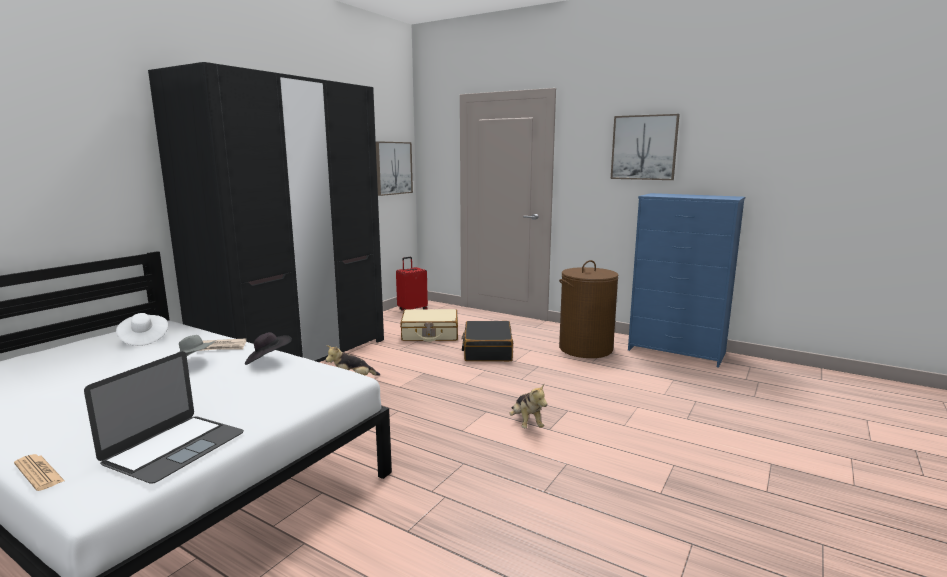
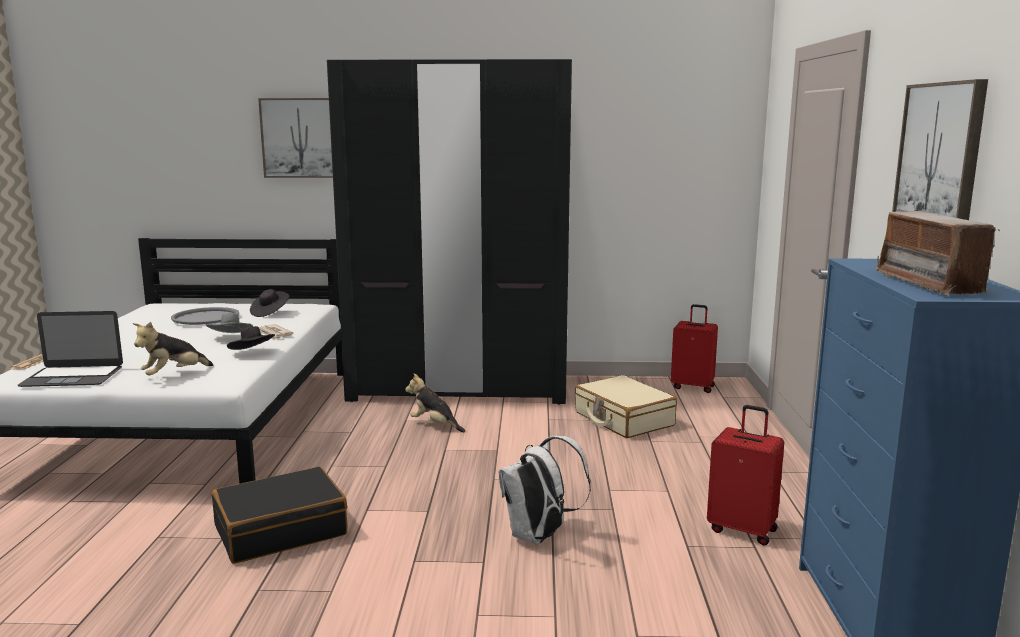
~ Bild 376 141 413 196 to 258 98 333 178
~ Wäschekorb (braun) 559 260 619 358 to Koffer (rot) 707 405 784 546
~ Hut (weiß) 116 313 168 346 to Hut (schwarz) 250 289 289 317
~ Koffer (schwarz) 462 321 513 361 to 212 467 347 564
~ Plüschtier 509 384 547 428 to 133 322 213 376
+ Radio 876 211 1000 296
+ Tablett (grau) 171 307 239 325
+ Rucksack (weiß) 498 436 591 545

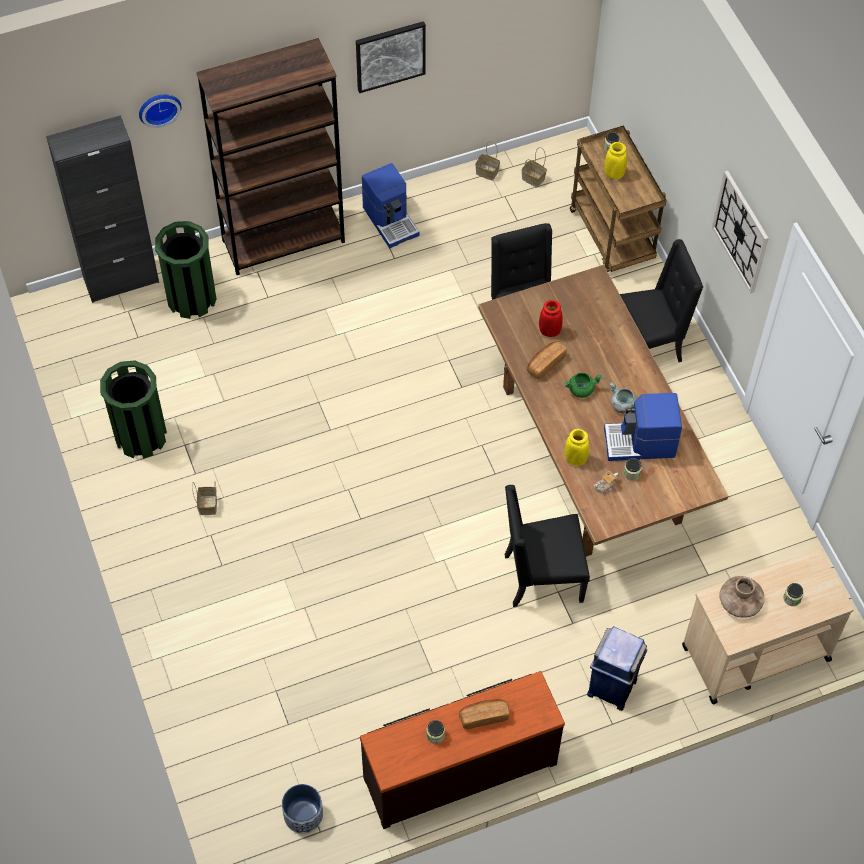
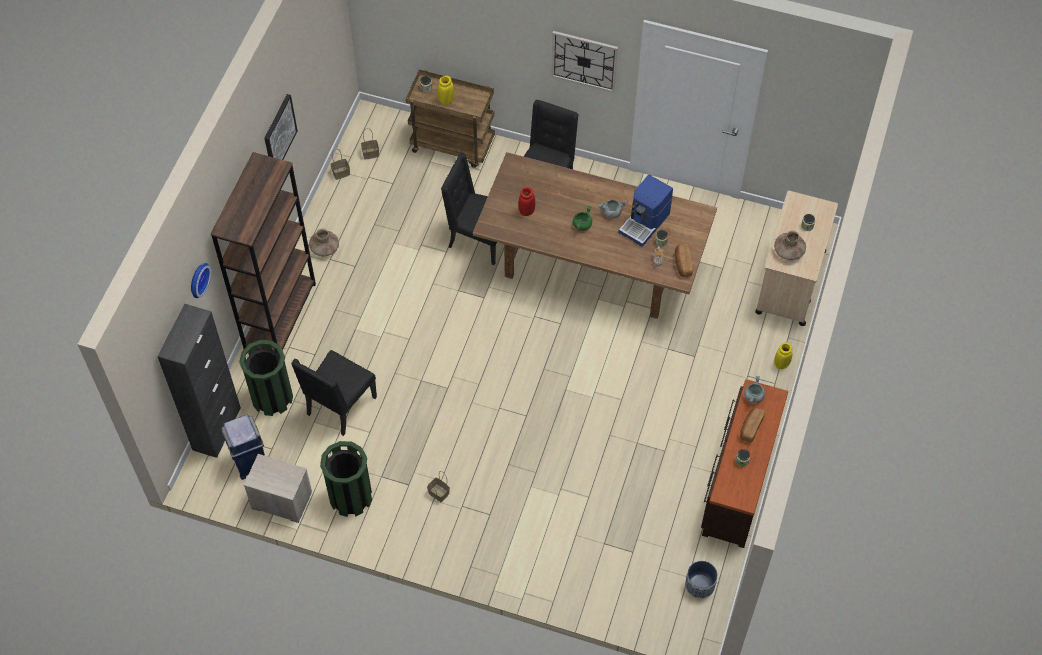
~ Kaffeemaschine 362 163 419 248 to Vase (braun) 309 229 339 256
~ Brot 527 341 567 379 to 675 244 693 277
~ Vase (gelb) 565 429 589 466 to 774 342 793 369
~ Stuhl (schwarz) 505 485 590 607 to 291 350 377 436
~ Mülleimer (blau) 587 626 647 711 to 221 415 265 480
+ Kochtopf (grau) 744 376 765 403
+ Nachttisch 244 454 312 523

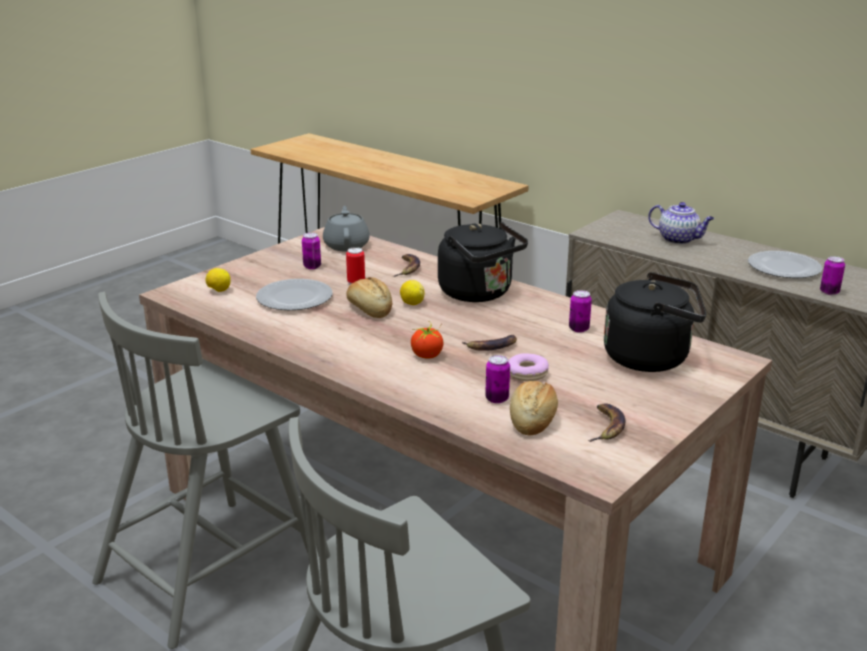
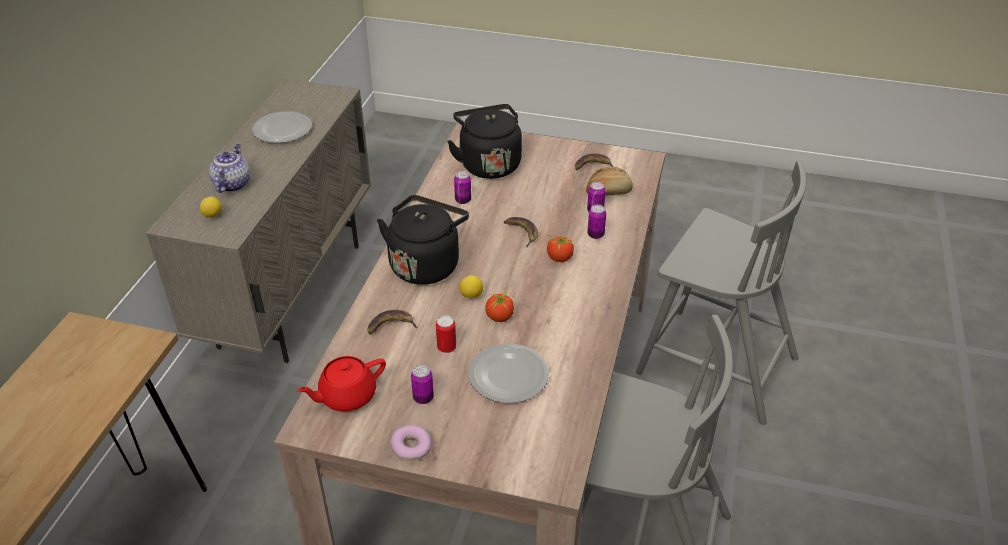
~ Teekanne (grau) 323 206 370 251 to Teekanne (rot) 297 356 386 412
~ Dose 820 256 845 295 to 587 205 606 239
~ Zitrone 205 268 231 292 to 200 197 222 218
~ Brot 346 277 392 318 to Tomate 485 288 514 322
~ Donut 508 353 549 381 to 391 425 431 461

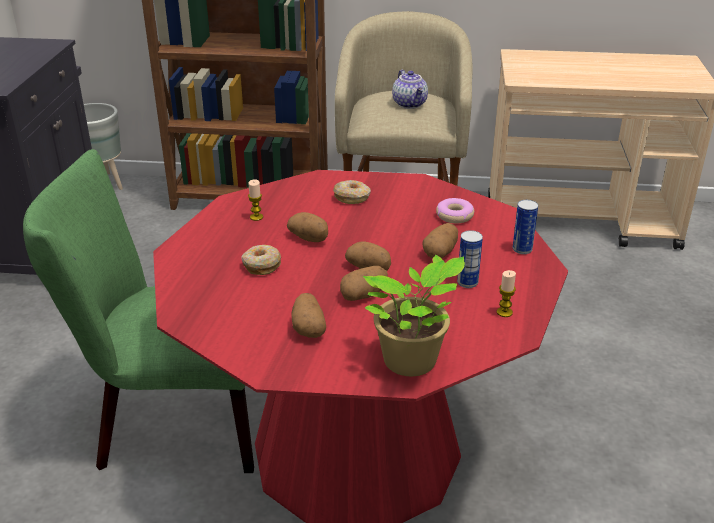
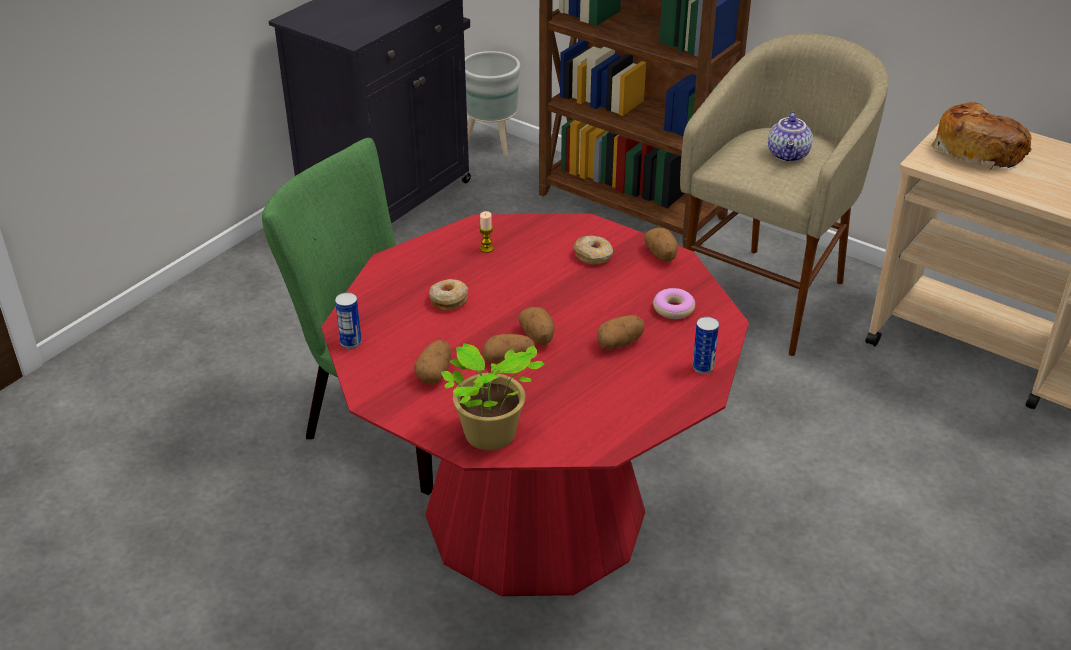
~ Kartoffel 287 212 328 242 to 644 228 678 262
~ Dose 457 230 483 288 to 335 292 362 349
- Kerze 497 270 516 317
+ Brot 931 102 1032 169

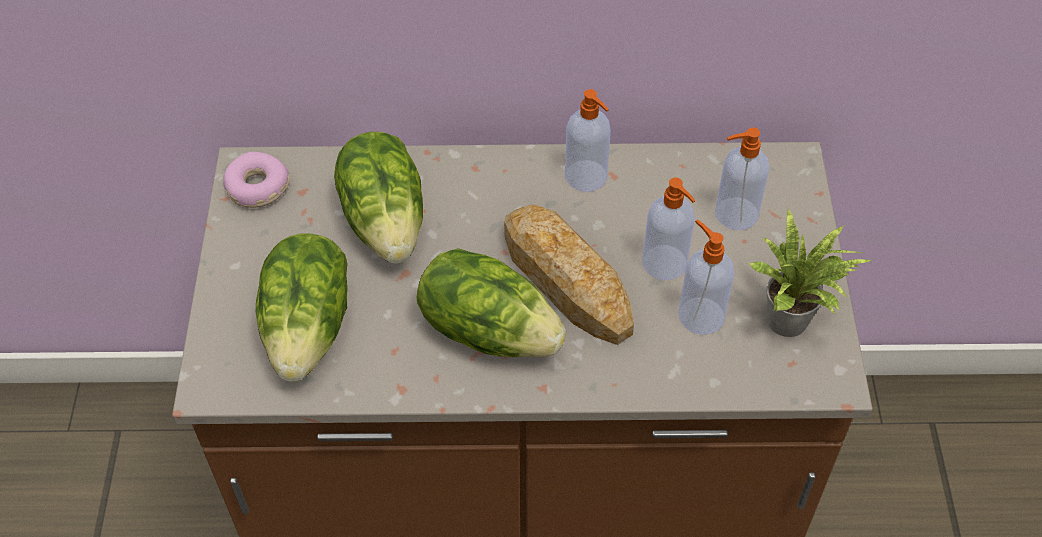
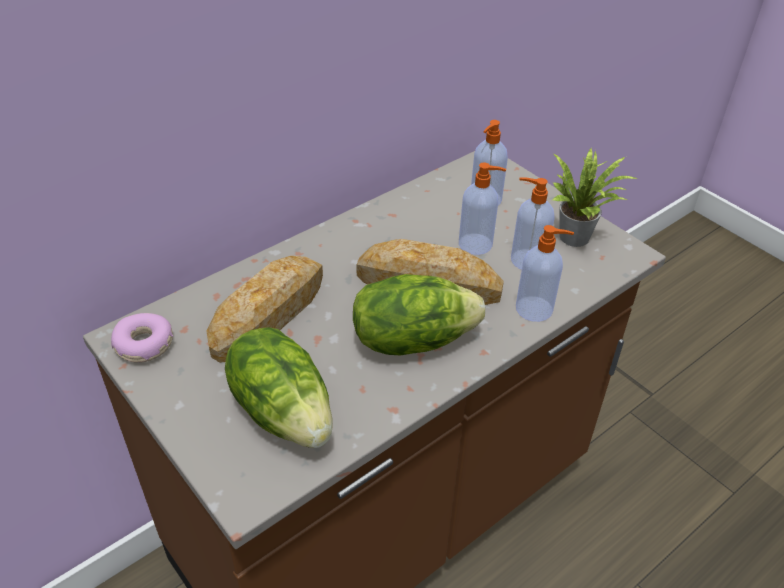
~ Seifenspender 565 89 611 192 to 516 225 574 322
~ Salatkopf 334 132 423 264 to Brot 206 256 323 363

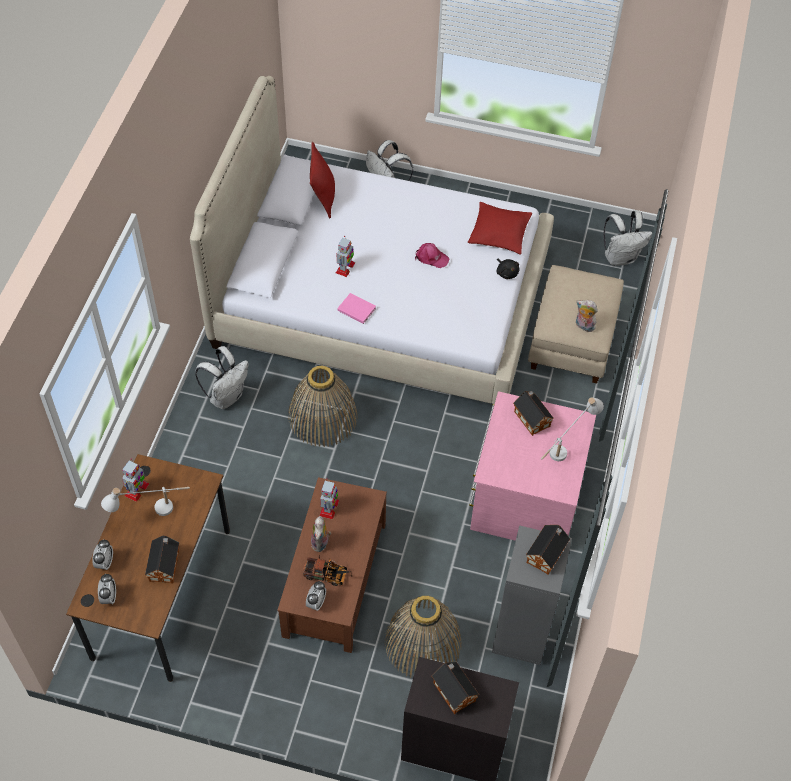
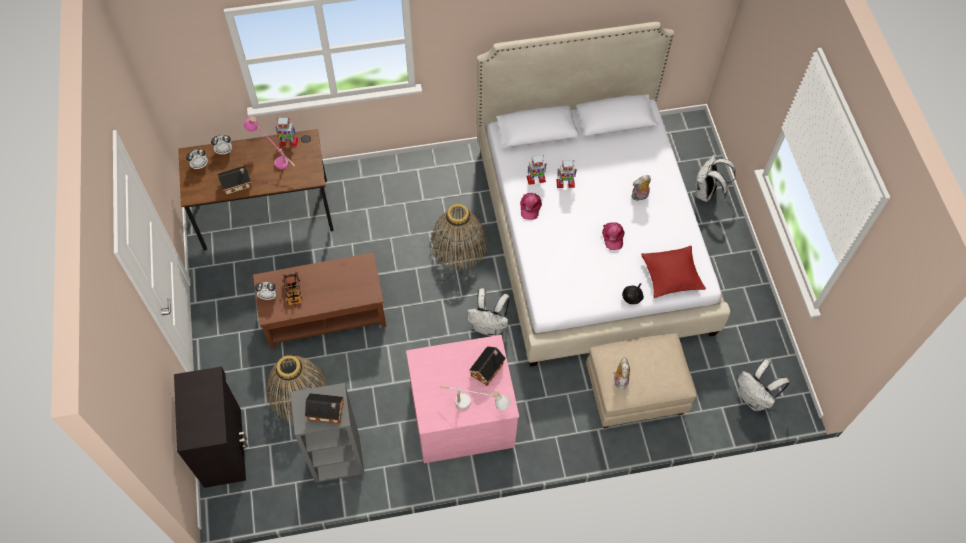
- Kissen (rot) 310 142 335 218
~ Buch (rosa) 337 293 376 324 to Kappe (rosa) 520 193 542 220
~ Rucksack (weiß) 195 346 248 410 to 467 288 510 336
~ Spielzeugroboter 320 478 339 519 to 526 155 547 185
~ Tischlampe (weiß) 101 487 190 516 to Tischlampe (rosa) 244 116 295 169
~ Plüschtier 311 516 331 552 to 632 175 651 201
- Spielzeughaus 432 661 479 714

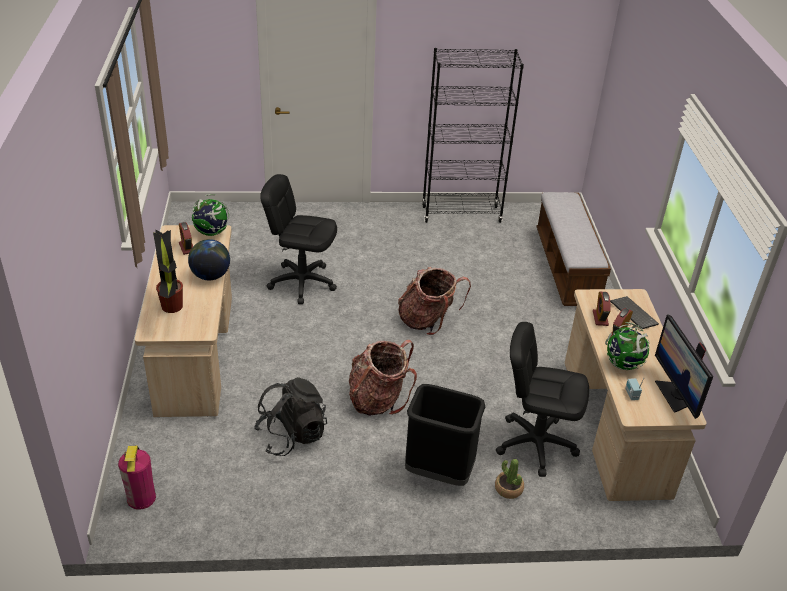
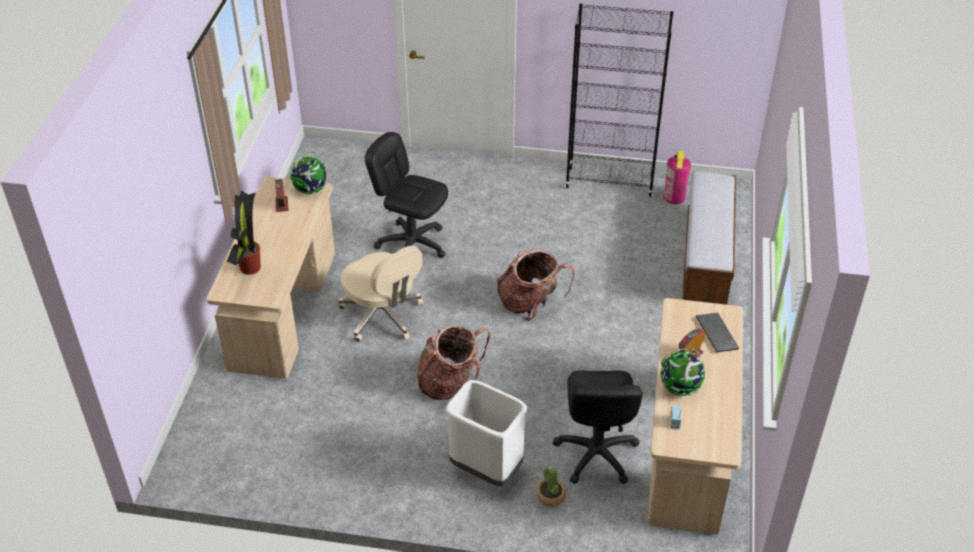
- Globus 188 239 230 280
- Wecker 593 292 611 326
- Monitor 655 314 713 419
~ Bürostuhl (schwarz) 496 322 589 477 = 553 370 643 484 120 degrees counterclockwise
- Rucksack (schwarz) 254 377 327 456
~ Mülleimer (schwarz) 405 384 485 486 to Mülleimer (weiß) 446 380 527 486
~ Feuerlöscher 118 446 156 510 to 664 151 691 204
+ Bürostuhl (beige) 338 246 423 342

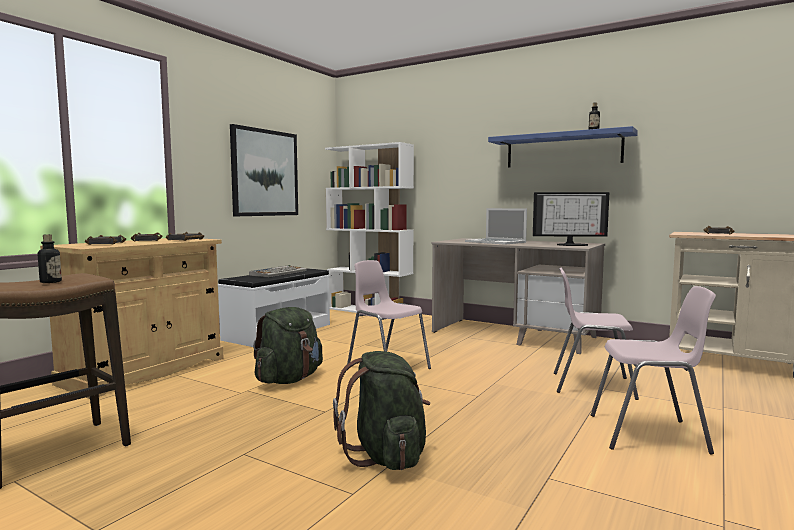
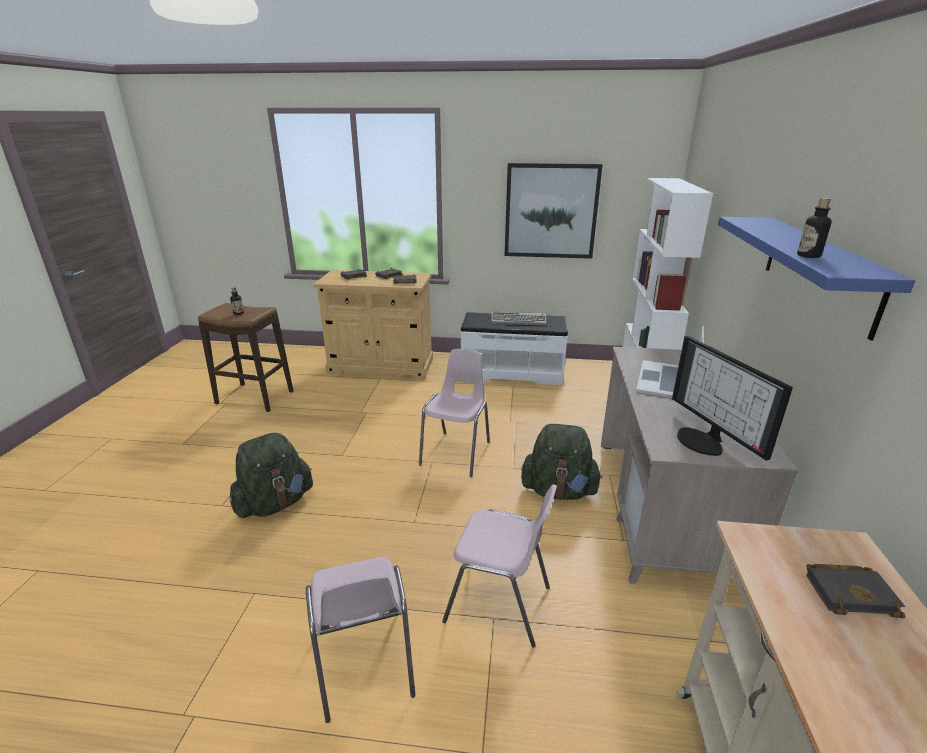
~ Stuhl (rosa) 554 268 639 400 = 442 484 557 648 120 degrees clockwise
~ Rucksack (grün) 253 307 323 384 to 521 424 602 500

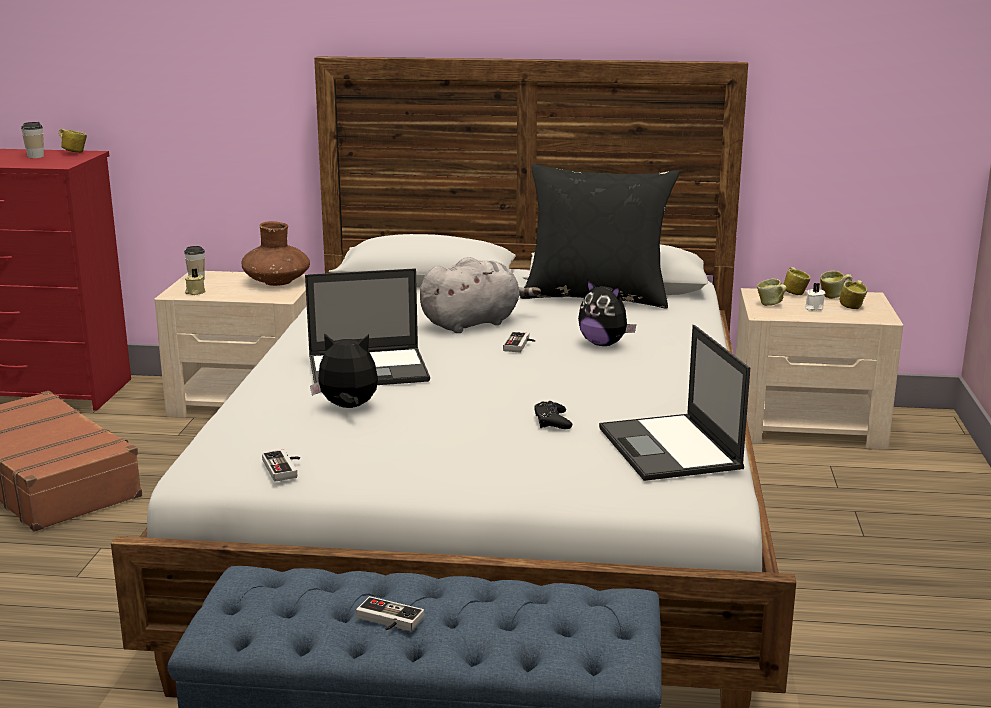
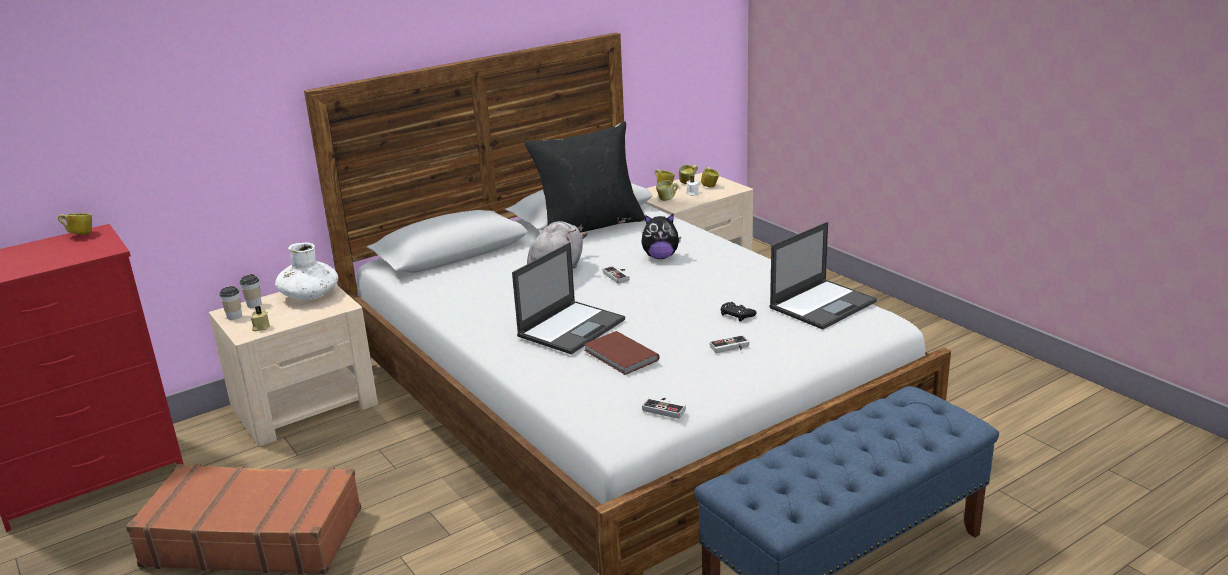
~ Tasse 21 122 44 158 to 240 274 262 308
~ Vase (braun) 242 221 310 286 to Vase (weiß) 275 243 338 300
~ Laptop 599 325 750 481 = 769 222 877 329 75 degrees counterclockwise
~ Plüschtier 310 333 378 408 to Buch (braun) 584 331 660 375
~ Gamepad 356 596 424 631 to 710 335 749 353

